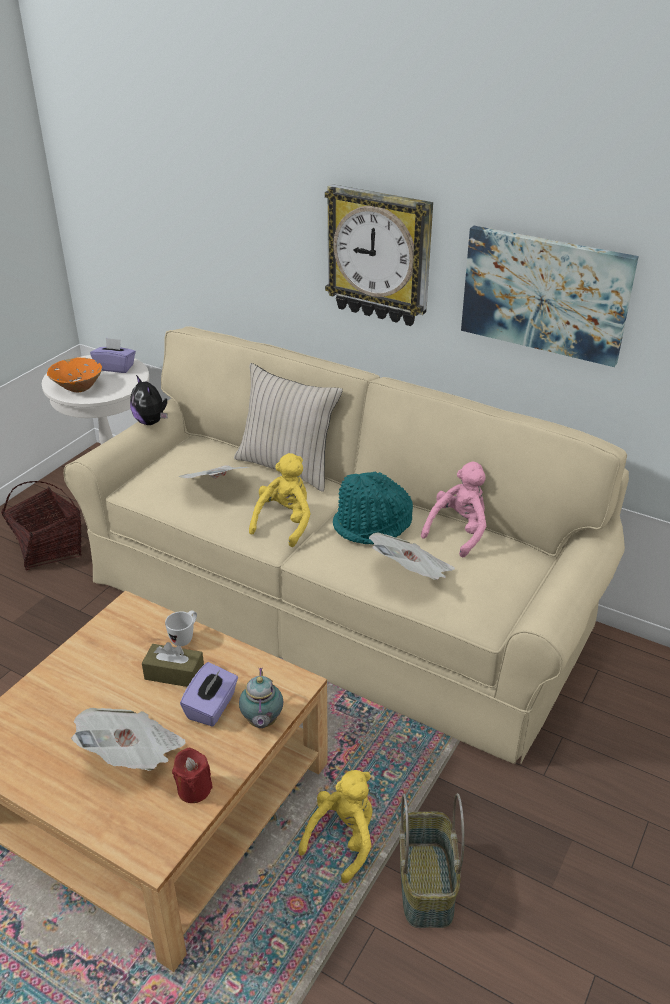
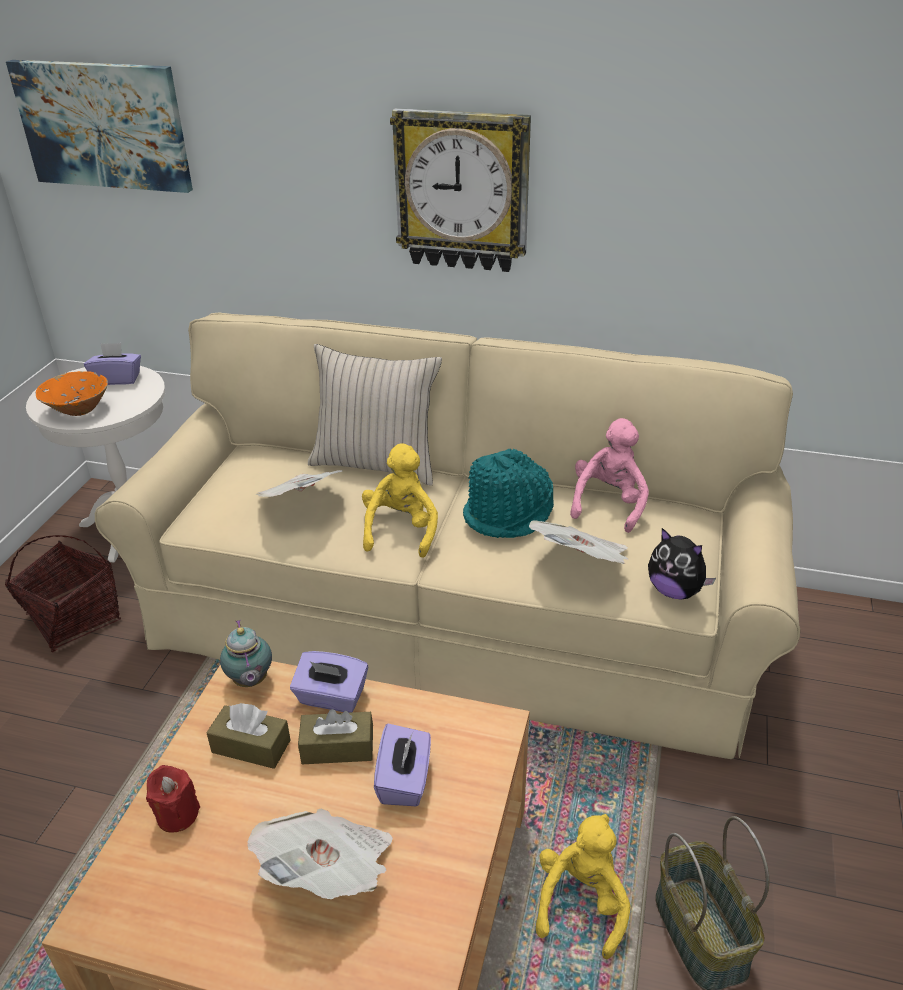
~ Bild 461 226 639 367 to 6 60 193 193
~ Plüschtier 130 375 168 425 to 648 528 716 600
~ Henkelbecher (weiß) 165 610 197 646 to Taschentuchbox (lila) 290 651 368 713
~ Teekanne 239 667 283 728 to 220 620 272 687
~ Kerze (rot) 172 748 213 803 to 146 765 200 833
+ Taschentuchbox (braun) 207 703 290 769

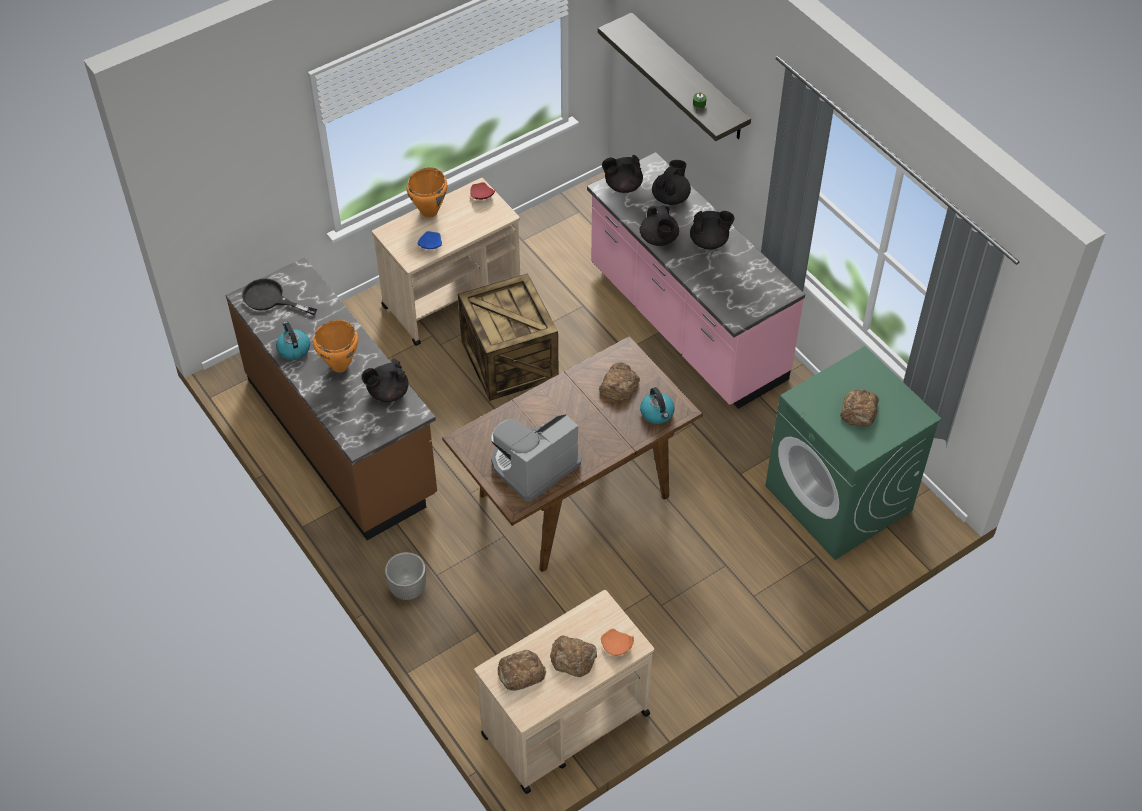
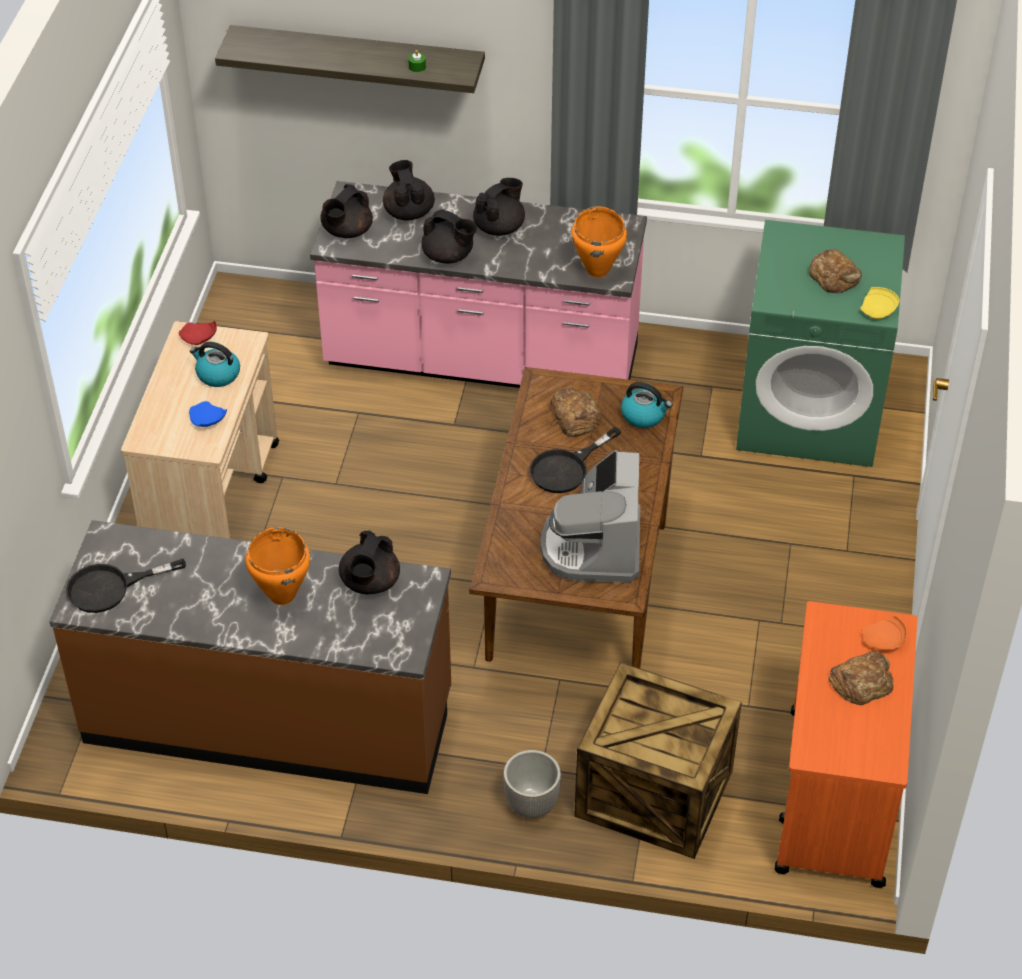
~ Kochtopf (orange) 407 167 447 218 to 571 206 627 278
~ Kiste 458 273 558 401 to 574 662 742 859
~ Wasserkessel 276 321 310 360 to 190 342 240 387
~ Rollwagen (beige) 474 590 654 794 to Rollwagen (orange) 774 601 917 888
- Brot 498 650 546 691
+ Teller (gelb) 861 287 900 319
+ Pfanne (schwarz) 530 427 622 493

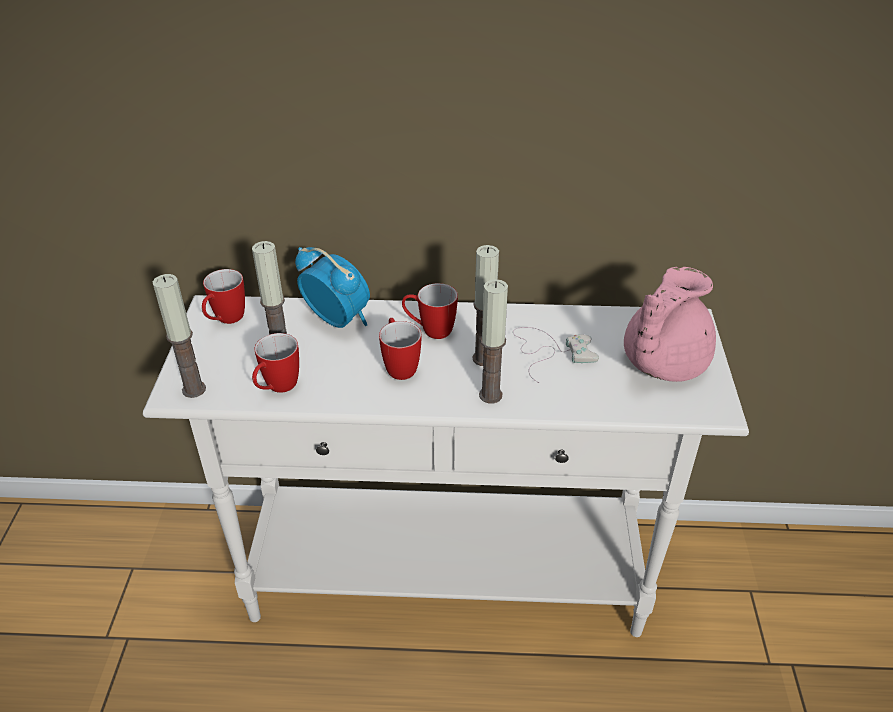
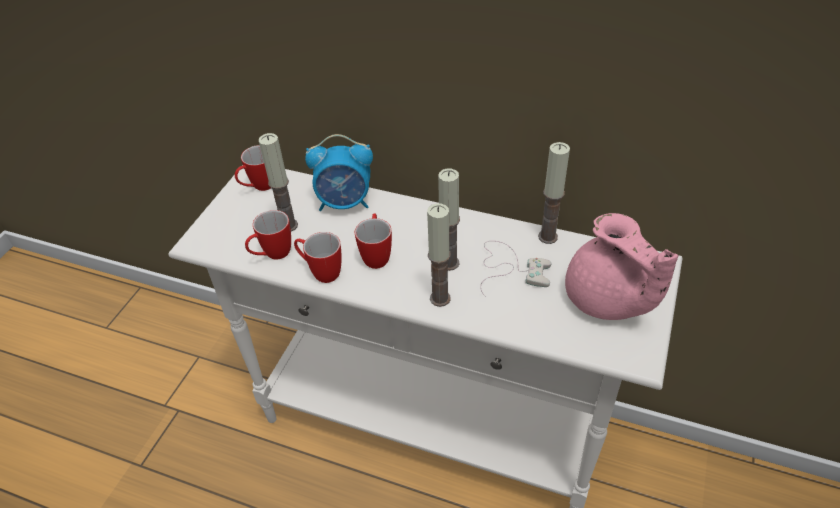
~ Wecker 295 247 370 328 = 305 134 373 211 120 degrees clockwise
~ Teekanne (rosa) 624 267 716 382 = 565 213 678 320 90 degrees counterclockwise
~ Kerze 153 274 206 398 to 538 142 570 244
~ Henkelbecher 402 283 458 339 to 294 232 342 283

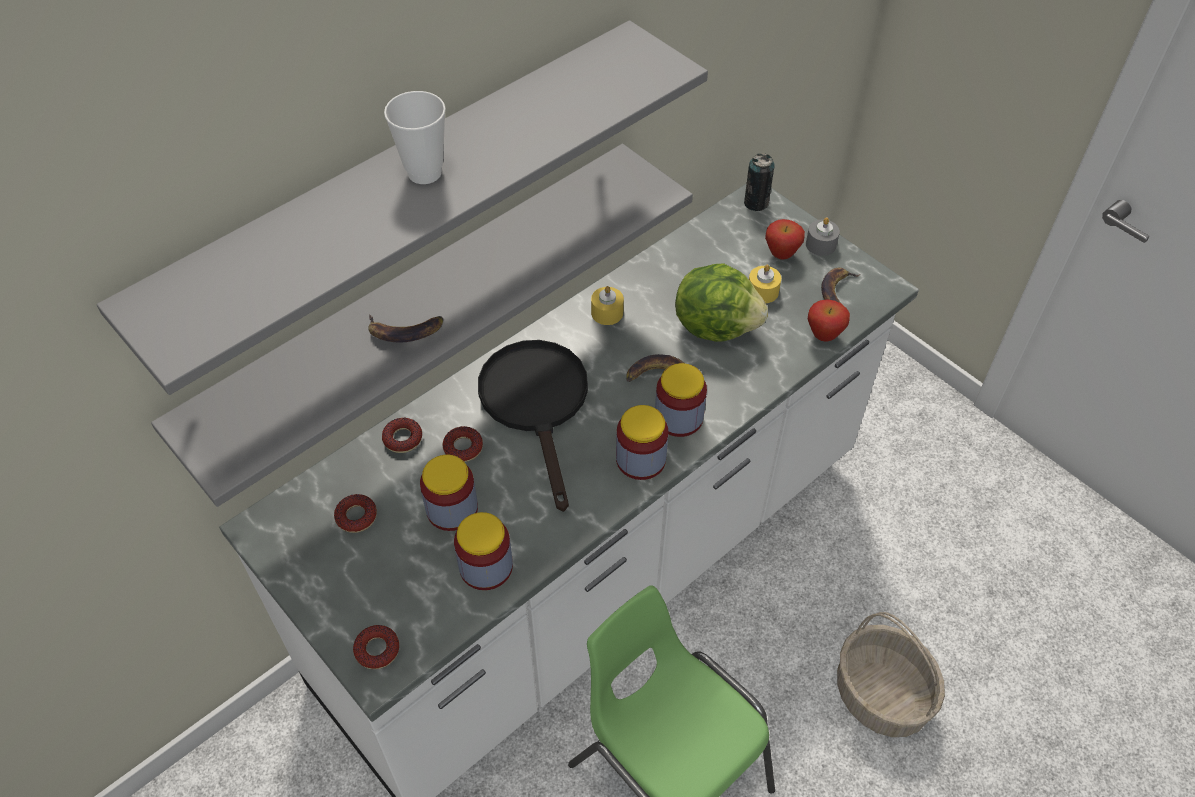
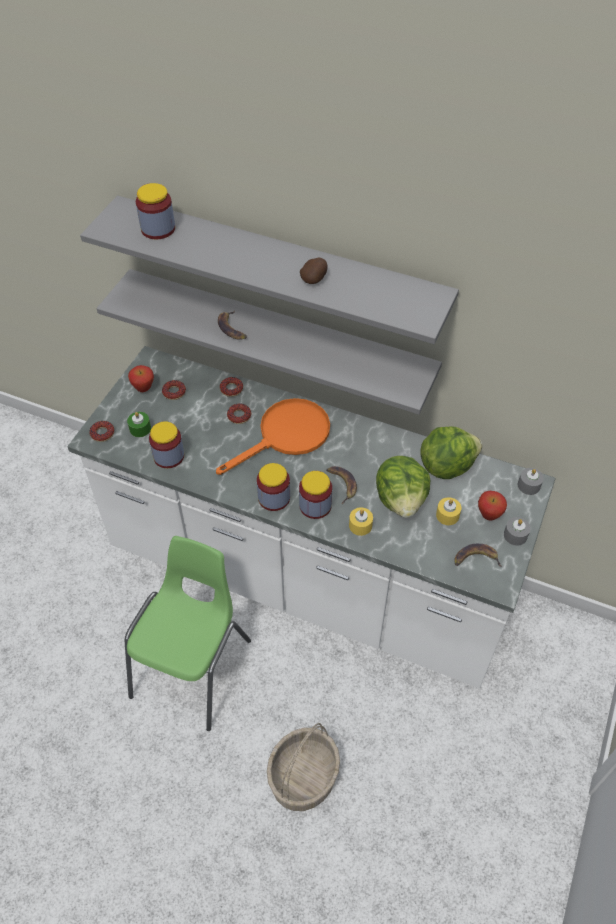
- Tasse 384 91 446 184
~ Dose 744 153 775 211 to Kerze (grau) 518 468 544 495
~ Kerze (gelb) 591 286 624 325 to 349 507 373 536
~ Apfel 808 299 850 342 to 128 365 154 392
~ Pfanne (schwarz) 478 340 588 512 to Pfanne (orange) 216 398 330 475
~ Vorratsglas 420 455 478 531 to 136 183 175 239
+ Kartoffel 300 258 328 284
+ Kerze (grün) 127 412 151 437
+ Salatkopf 420 426 483 479

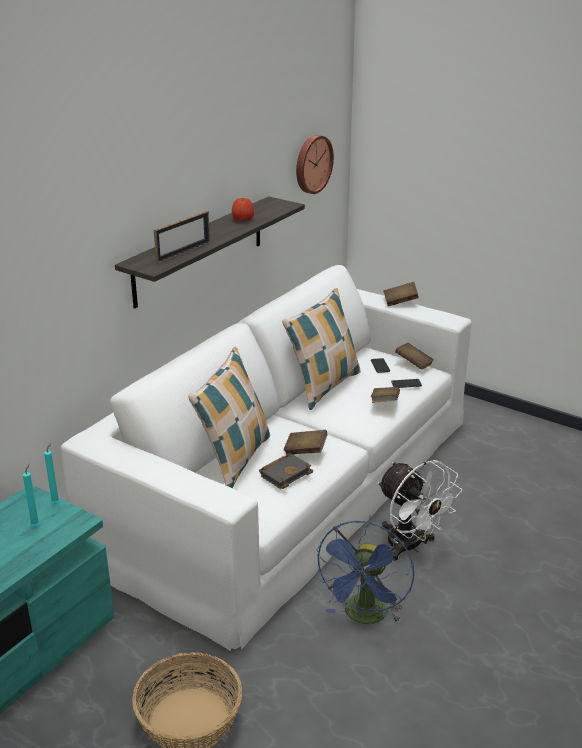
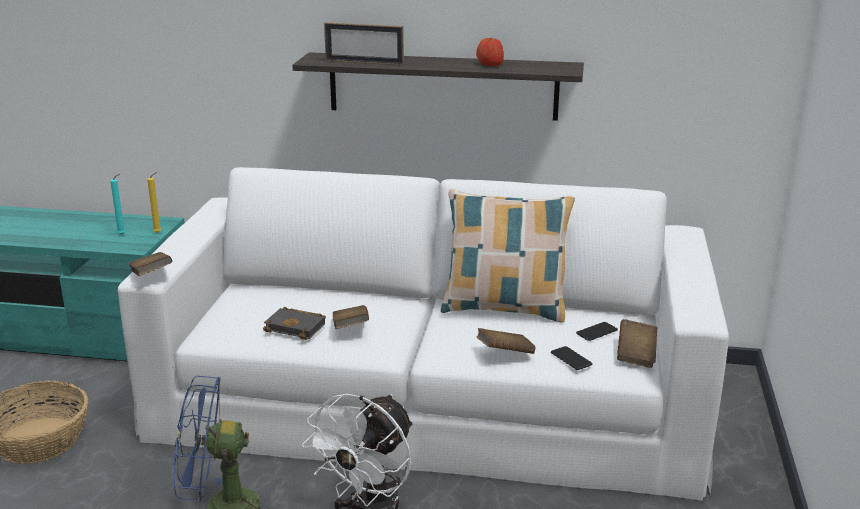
- Wanduhr 296 135 334 194
~ Buch (braun) 383 282 419 307 to 128 252 172 276
- Kissen 188 347 270 488
~ Kerze (türkis) 44 443 60 504 to Kerze (gelb) 147 172 161 233

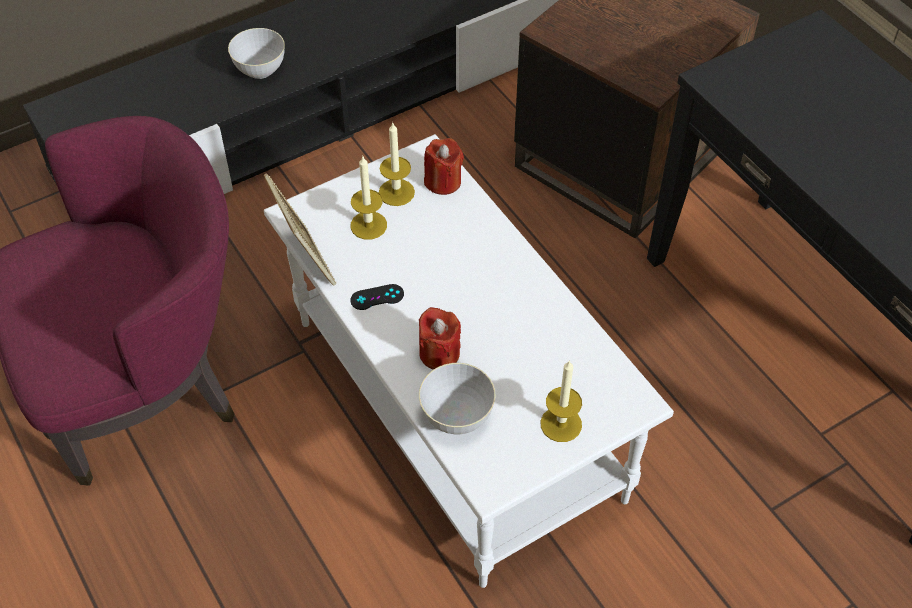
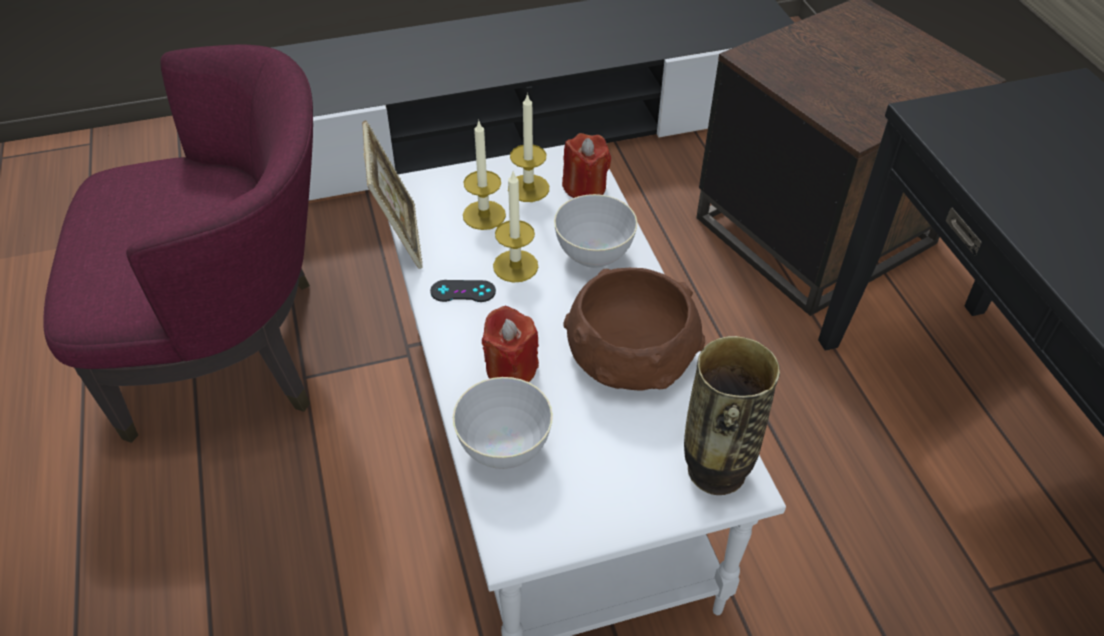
~ Schüssel (grau) 228 28 285 79 to 554 194 637 268
~ Kerze 540 360 582 442 to 493 172 538 283
+ Schüssel (braun) 564 268 705 391
+ Vase 684 336 780 495

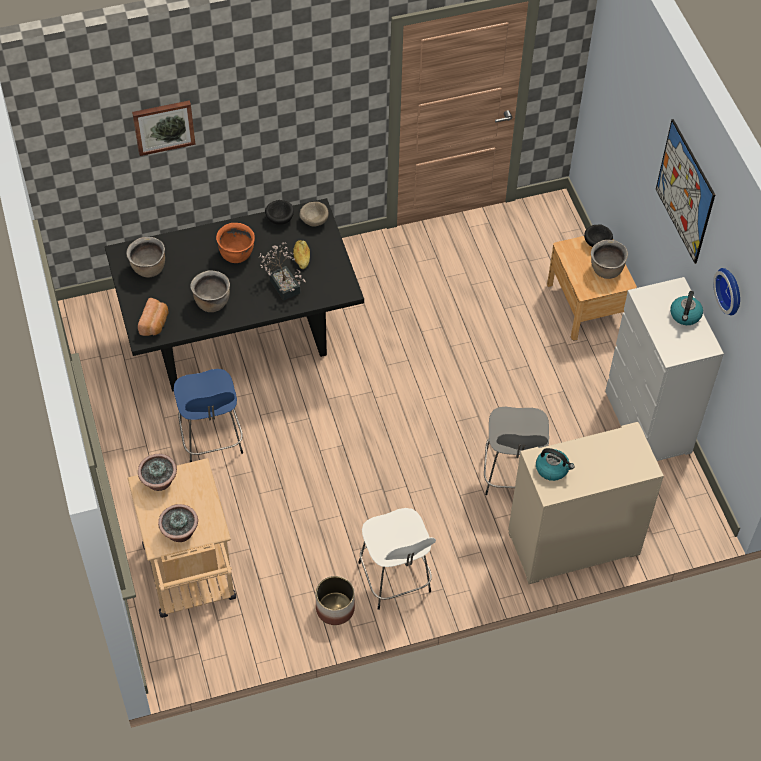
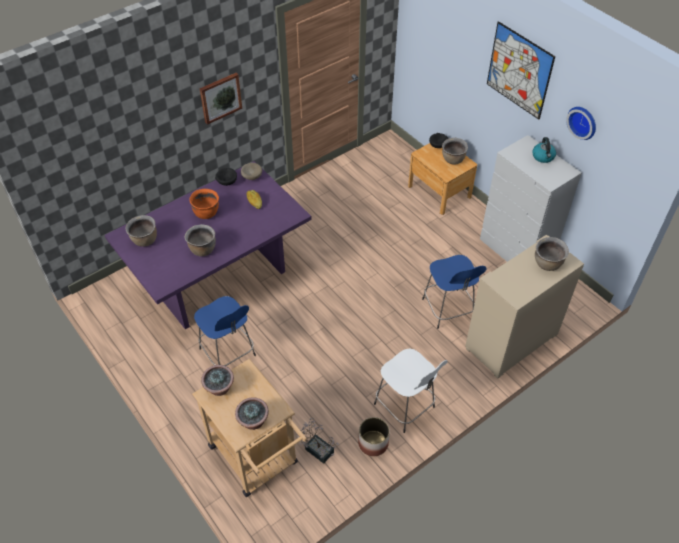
~ Bild 132 100 196 156 to 199 73 242 125
~ Esstisch (schwarz) 105 198 364 391 to Esstisch (lila) 105 161 312 329
~ Topfpflanze 259 242 306 301 to 296 418 339 464
- Brot 138 298 168 336
~ Hocker (grau) 484 407 549 495 to Hocker (blau) 422 255 487 329
- Wasserkessel 536 448 575 481
+ Kochtopf (braun) 535 237 569 271

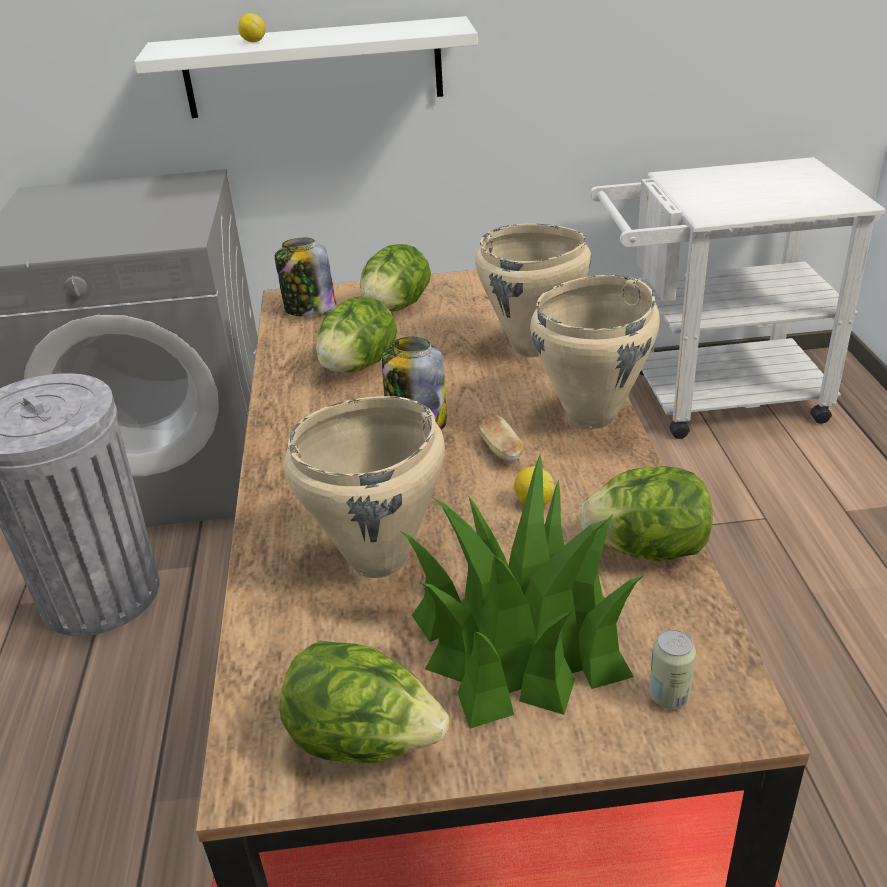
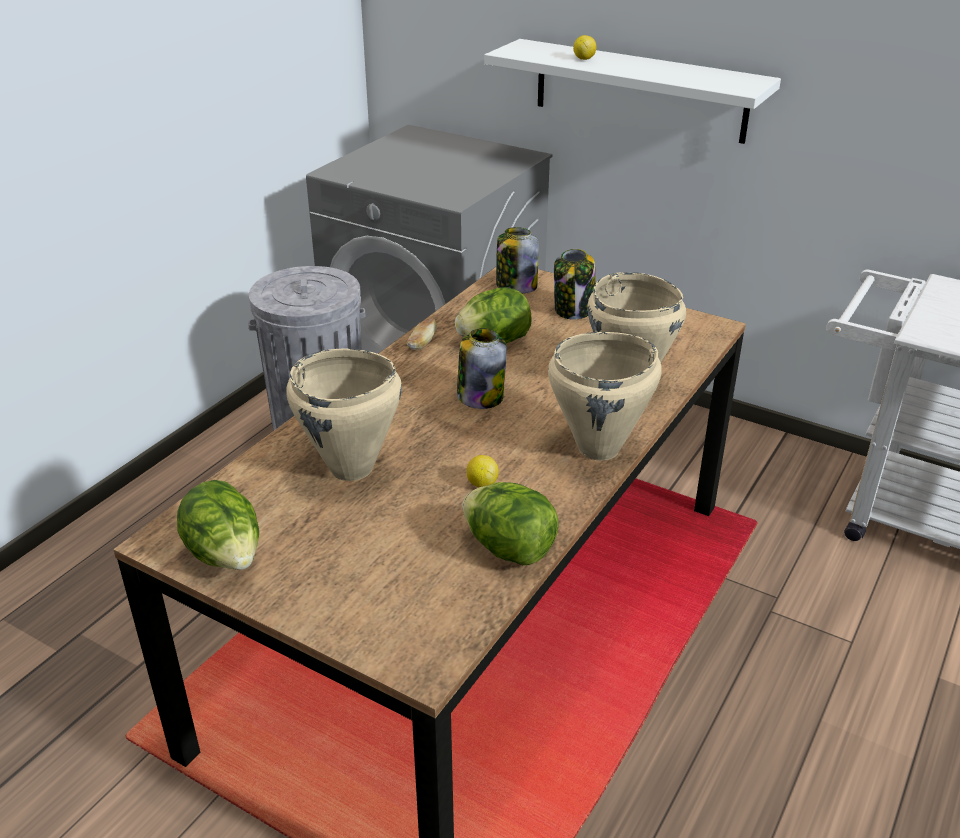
~ Salatkopf 360 244 431 311 to Vorratsglas 554 249 595 319
~ Brot 479 414 523 462 to 407 318 437 350
- Topfpflanze 399 454 643 729
- Dose 649 630 696 709

